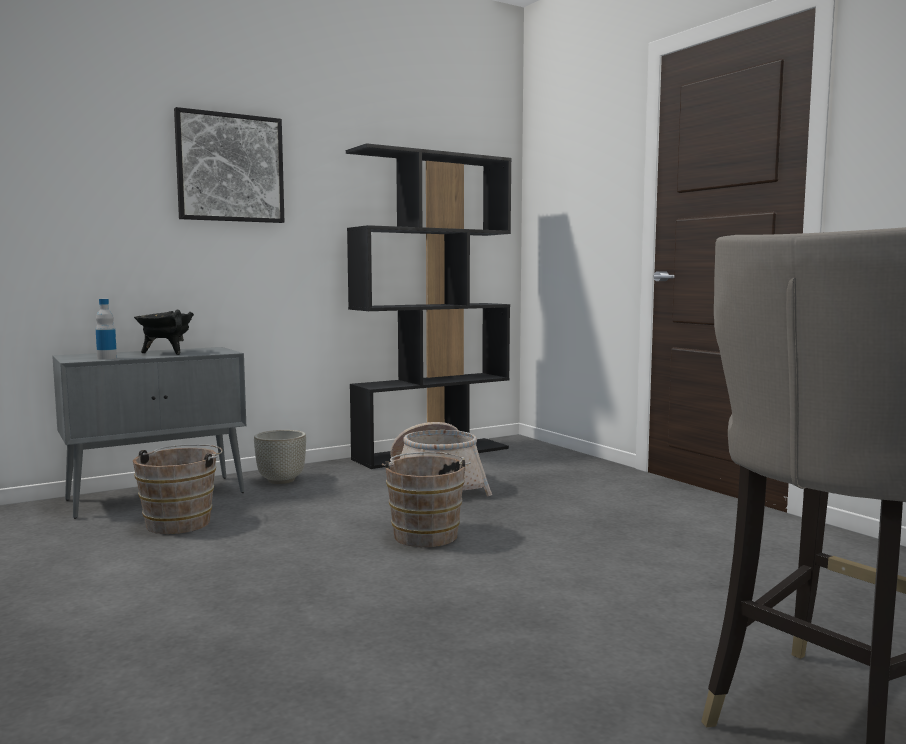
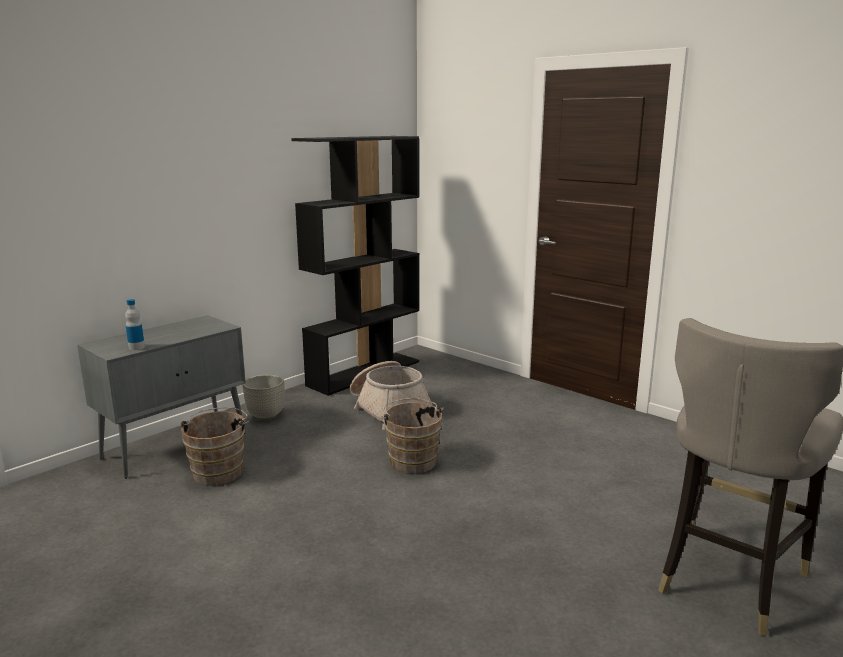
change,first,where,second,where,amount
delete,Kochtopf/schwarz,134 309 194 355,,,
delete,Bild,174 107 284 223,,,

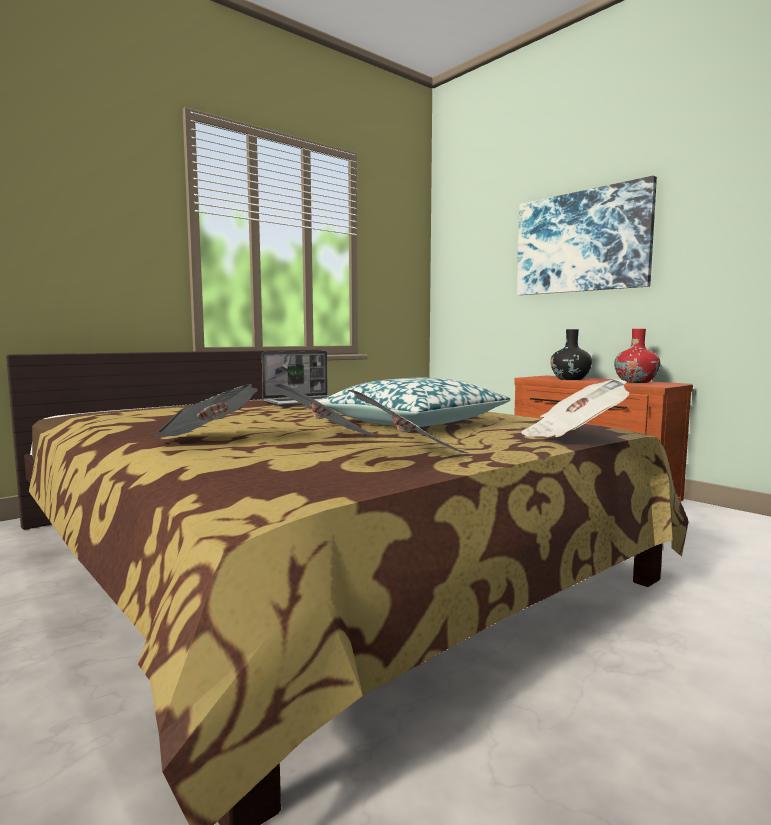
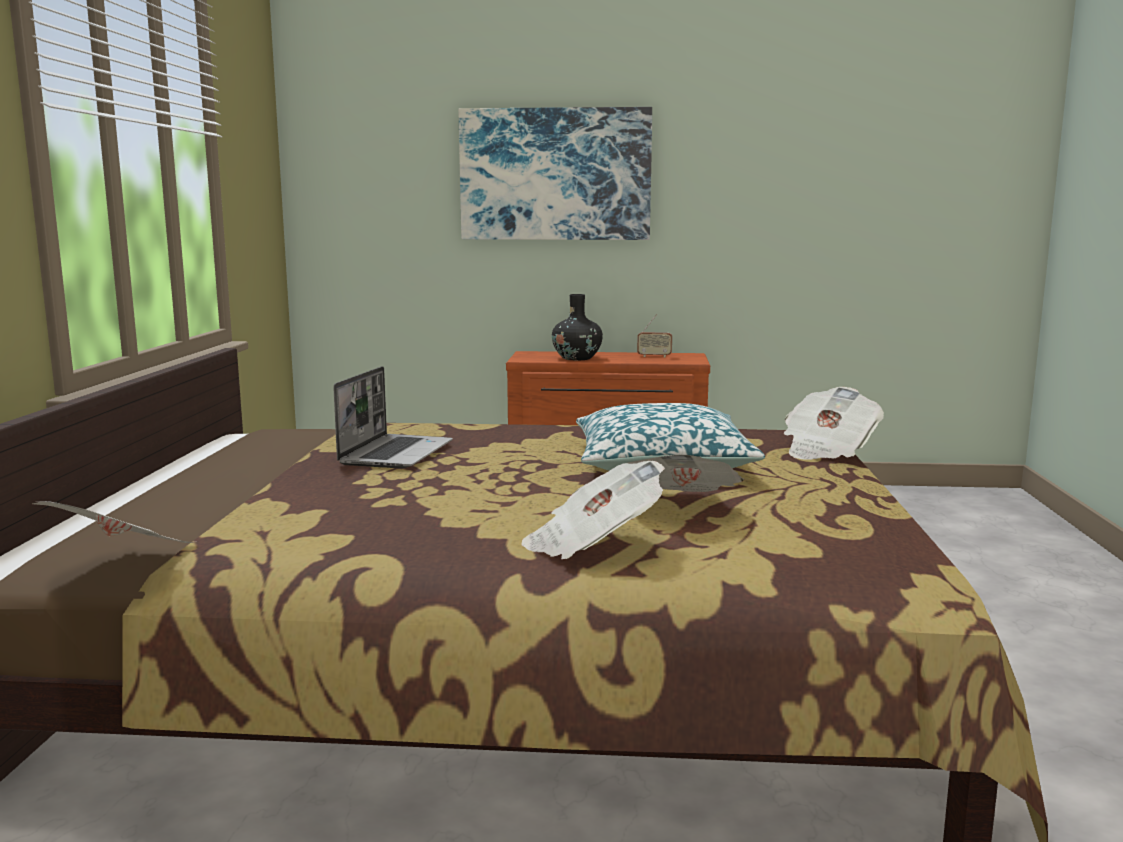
change,first,where,second,where,amount
move,Zeitung,348 390 468 453,,32 501 194 543,
replace,Vase/rot,614 329 660 383,Radio,637 315 672 358,

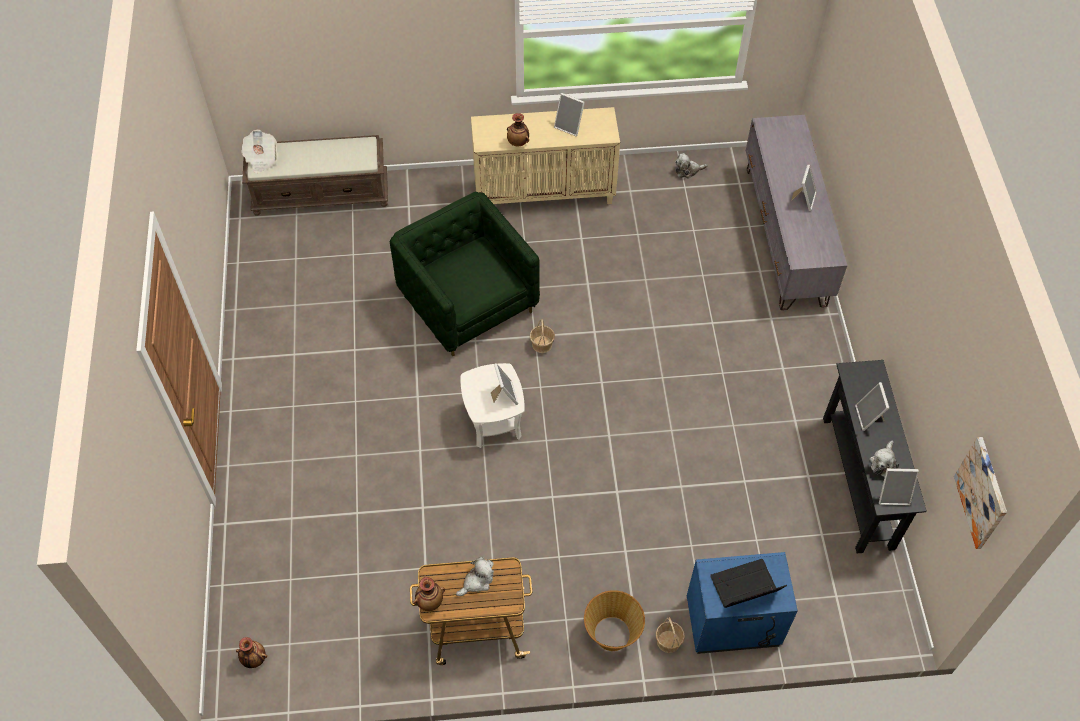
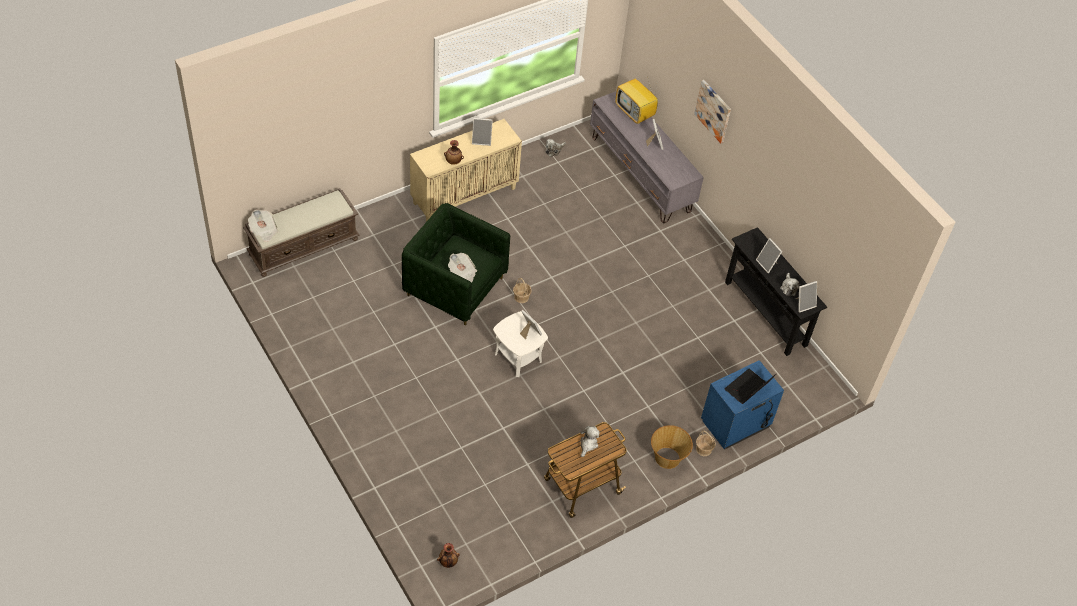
change,first,where,second,where,amount
delete,Vase,413 577 445 611,,,
move,Bild,954 437 1007 549,,694 80 731 143,
insert,,,Zeitung,448 253 477 283,
insert,,,Fernseher,616 79 658 124,

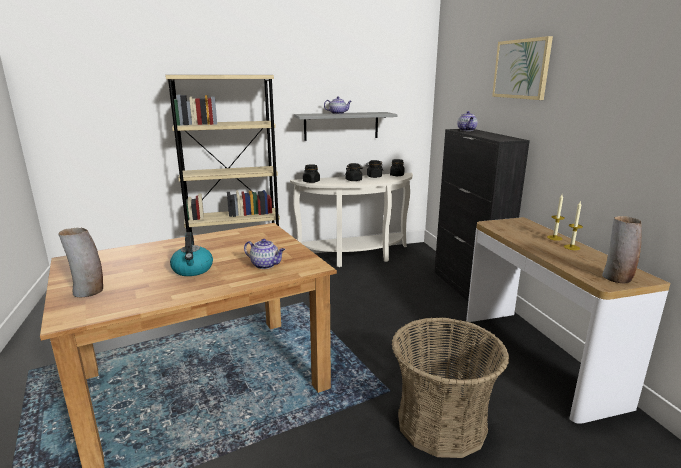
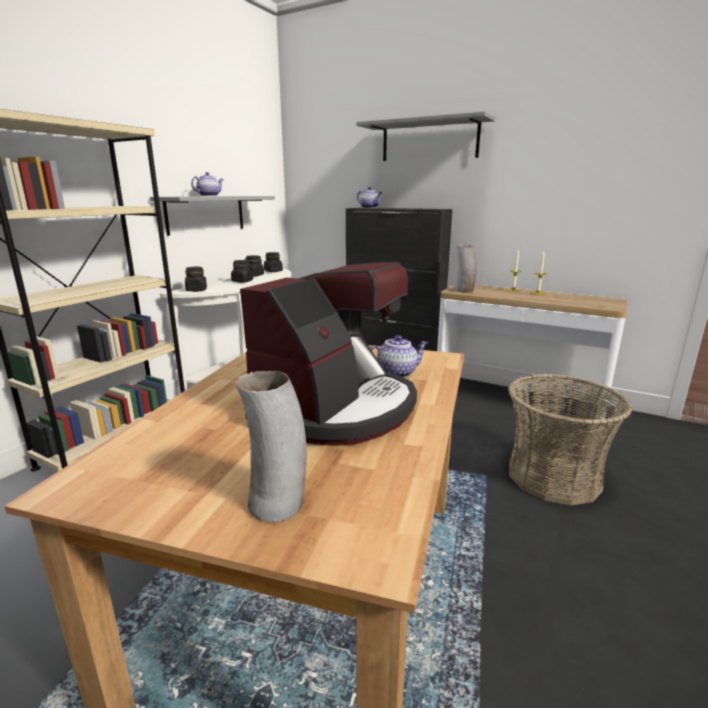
change,first,where,second,where,amount
replace,Wasserkessel,170 232 213 276,Kaffeemaschine,240 262 417 446,
replace,Bild,492 36 553 100,Wandregal/grau,356 111 495 161,
move,Vase,602 216 642 283,,454 245 476 293,

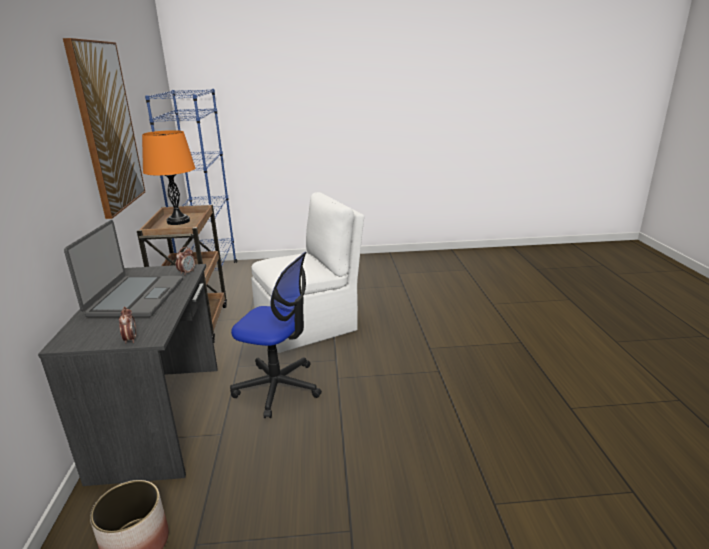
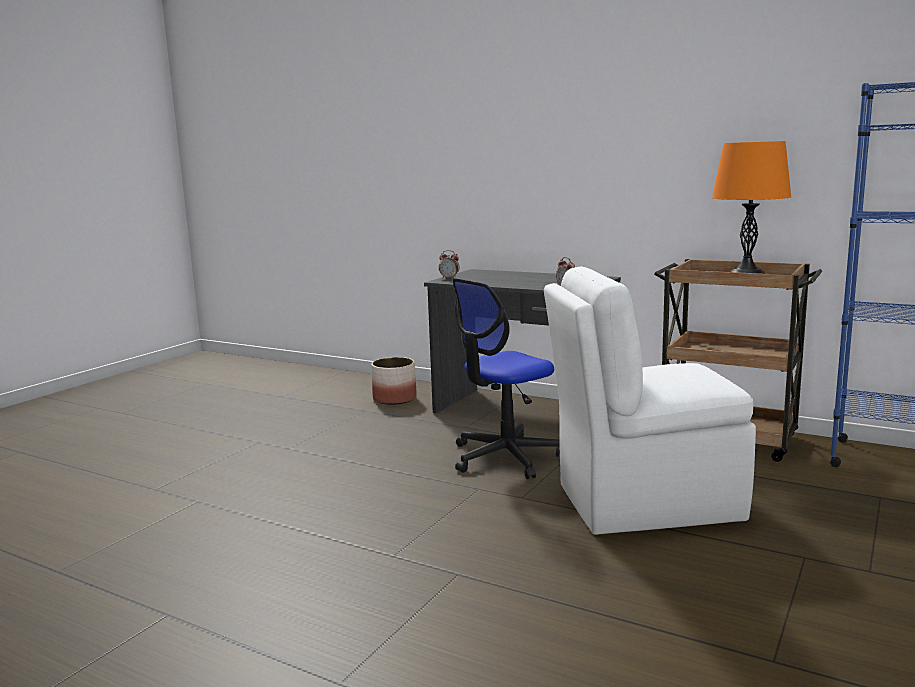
change,first,where,second,where,amount
delete,Bild,63 38 145 219,,,
delete,Laptop,64 220 183 317,,,
rotate,Stuhl/weiß,251 192 364 353,,544 266 756 535,75 degrees clockwise

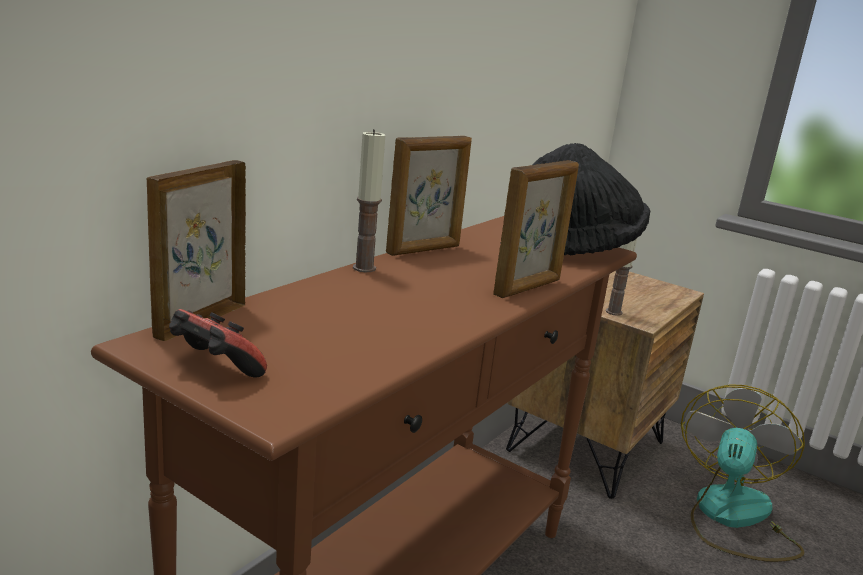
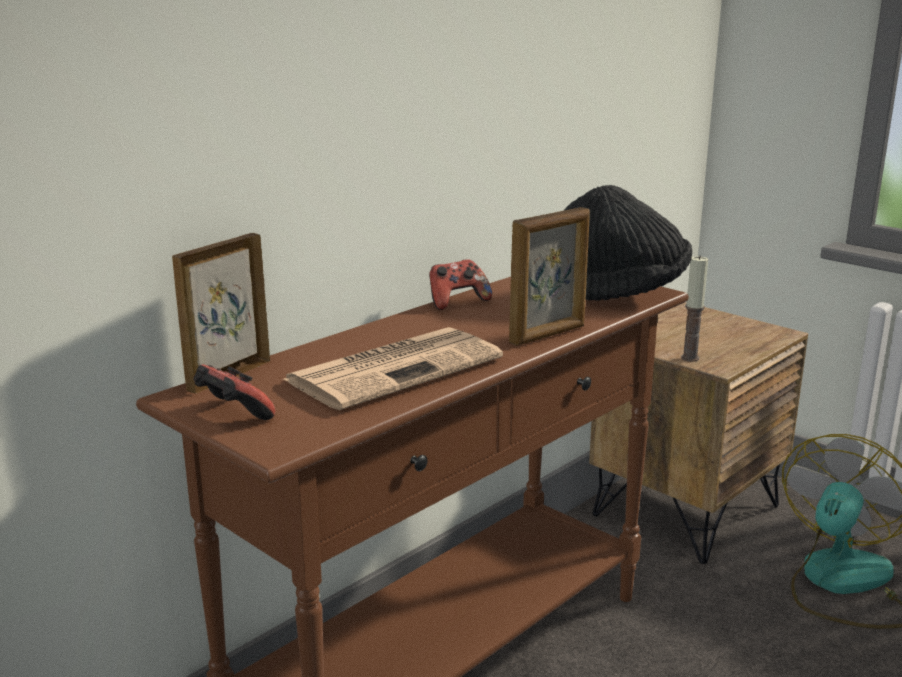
change,first,where,second,where,amount
delete,Kerze,353 129 385 272,,,
replace,Bilderrahmen,386 136 472 256,Gamepad,429 259 492 310,
insert,,,Zeitung,284 327 503 410,

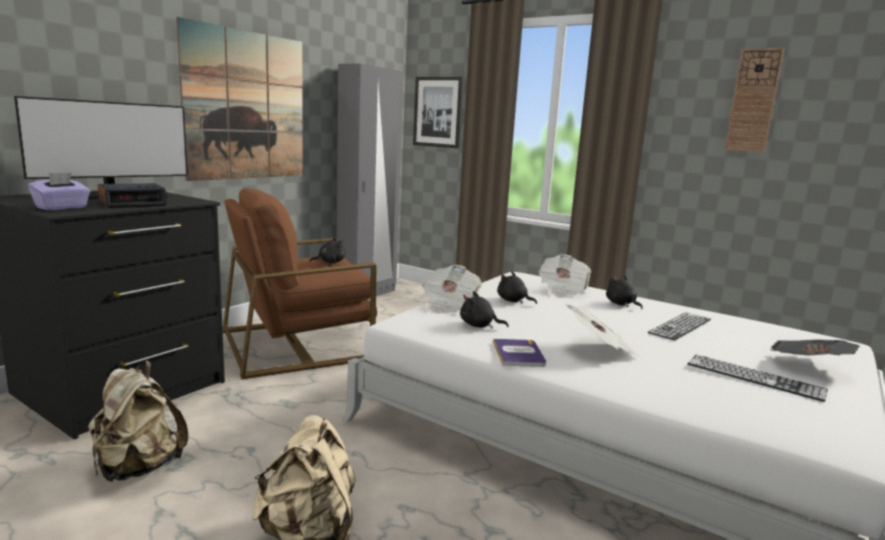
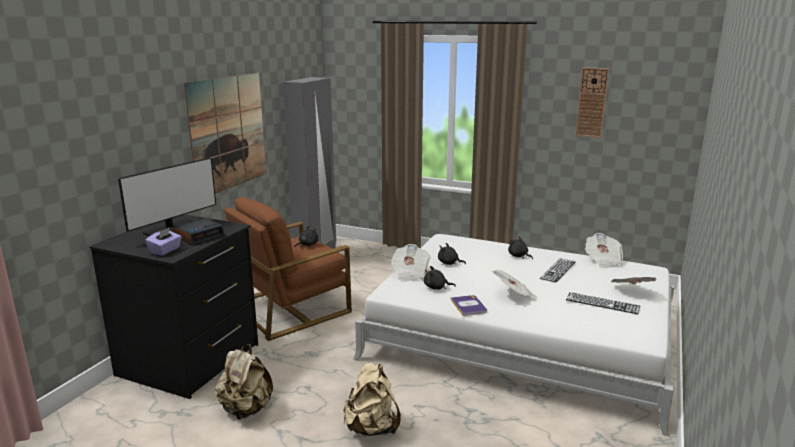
change,first,where,second,where,amount
delete,Bild,413 77 463 148,,,
move,Zeitung,538 254 591 297,,585 233 623 269,

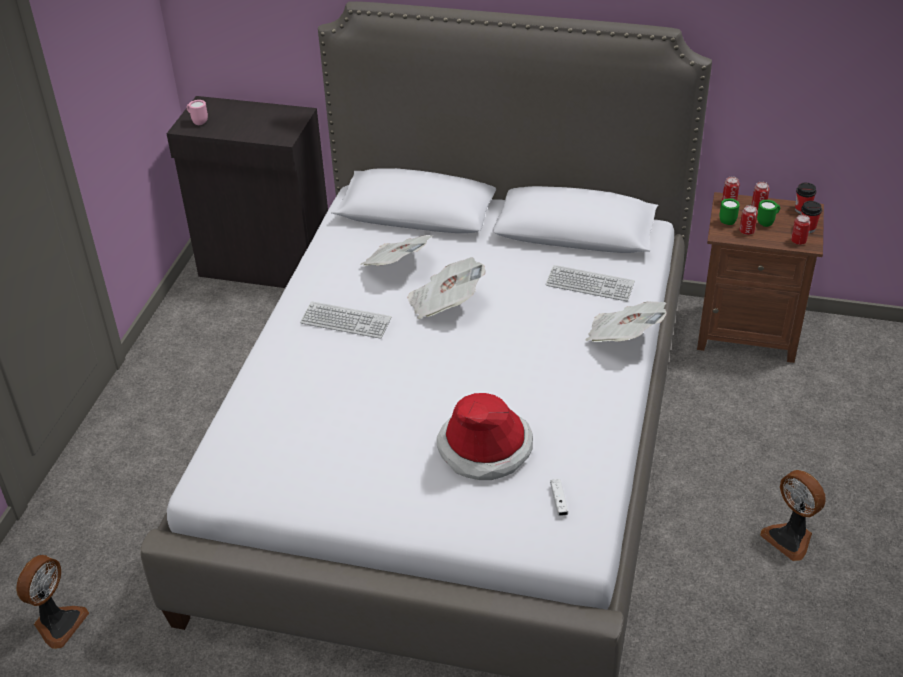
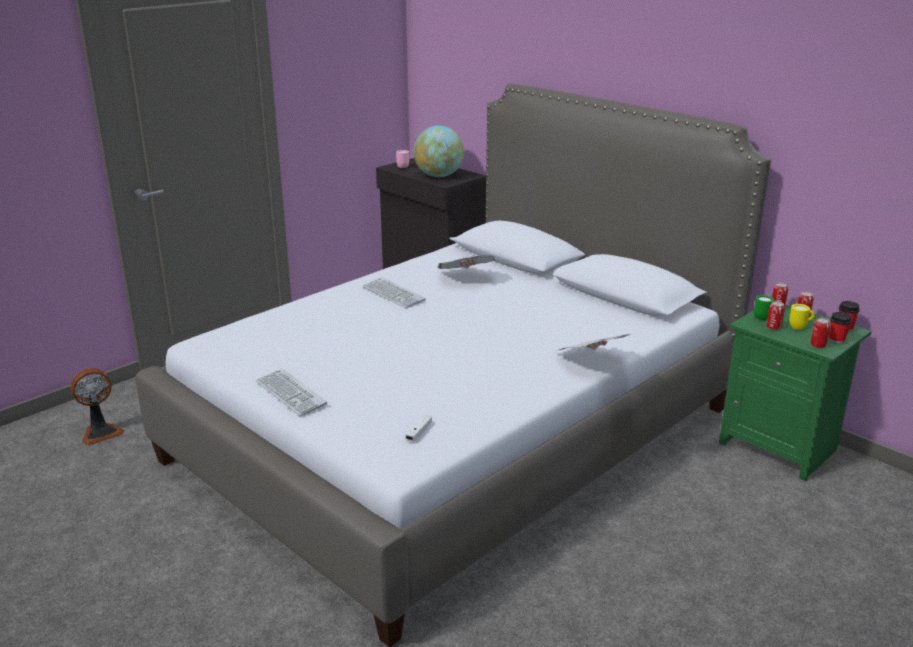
change,first,where,second,where,amount
delete,Zeitung,407 257 486 319,,,
delete,Hut,437 393 533 480,,,
move,Tastatur,546 265 635 301,,256 368 327 416,
recolor,Nachttisch/braun,697 192 824 363,Nachttisch/grün,719 304 872 481,
recolor,Henkelbecher/grün,757 200 780 227,Henkelbecher/gelb,789 304 815 330,
delete,Ventilator,760 470 826 561,,,
insert,,,Globus,414 126 464 177,

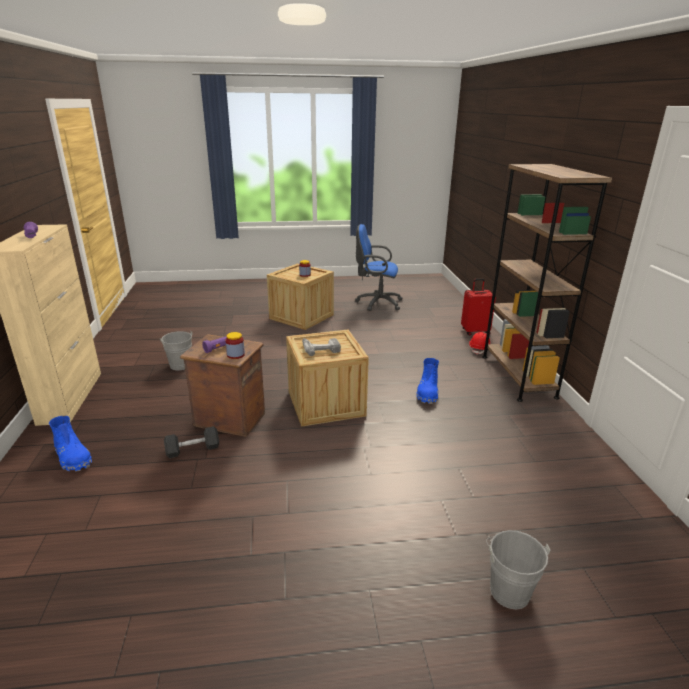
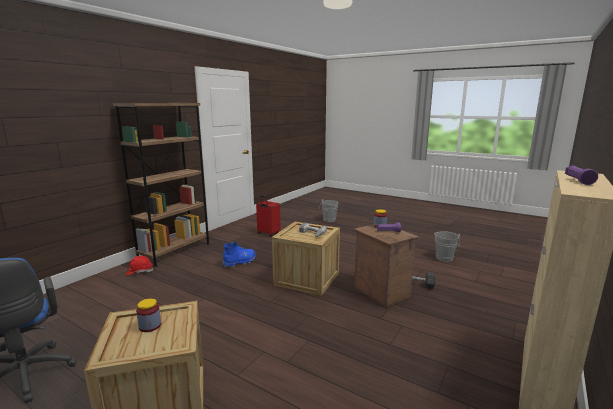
change,first,where,second,where,amount
delete,Stiefel/blau,49 416 92 472,,,
move,Eimer/grau,160 331 192 370,,434 231 460 261,
move,Koffer/rot,461 279 496 335,,256 195 281 237,

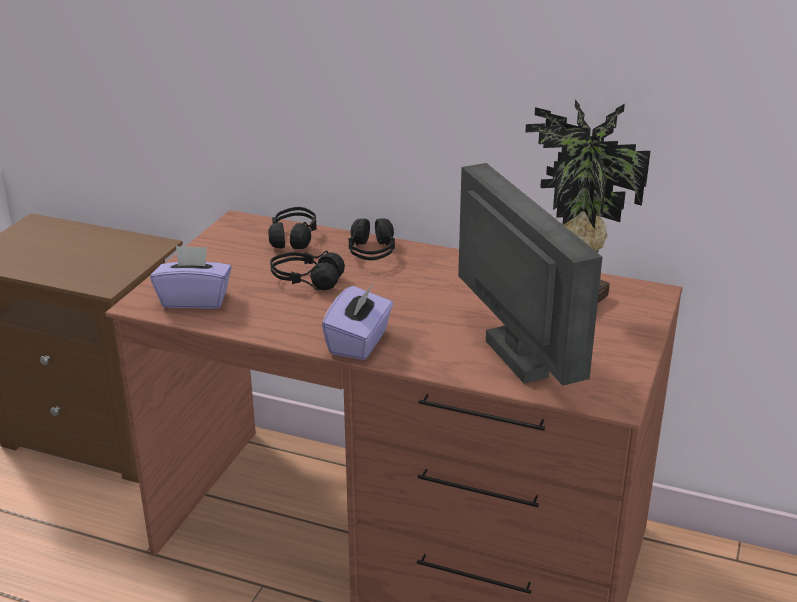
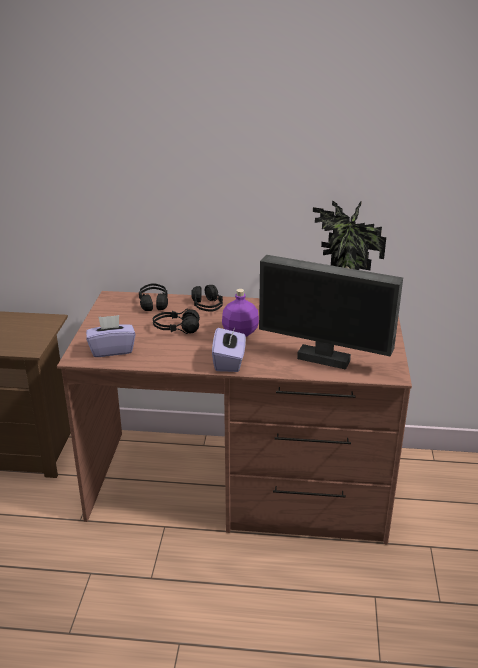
change,first,where,second,where,amount
rotate,Monitor,458 163 602 386,,259 255 403 370,150 degrees clockwise
insert,,,Flasche/lila,222 289 259 337,

